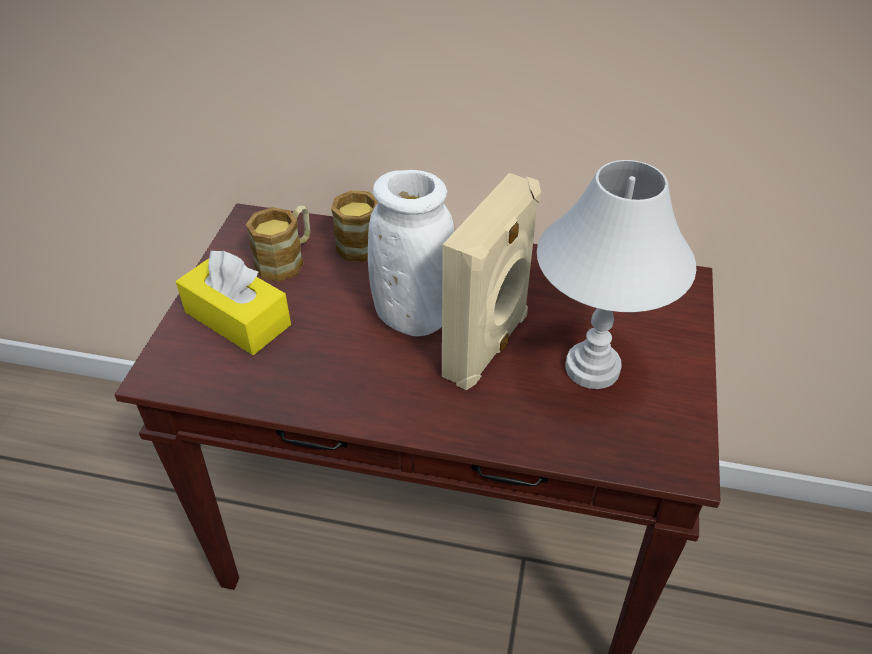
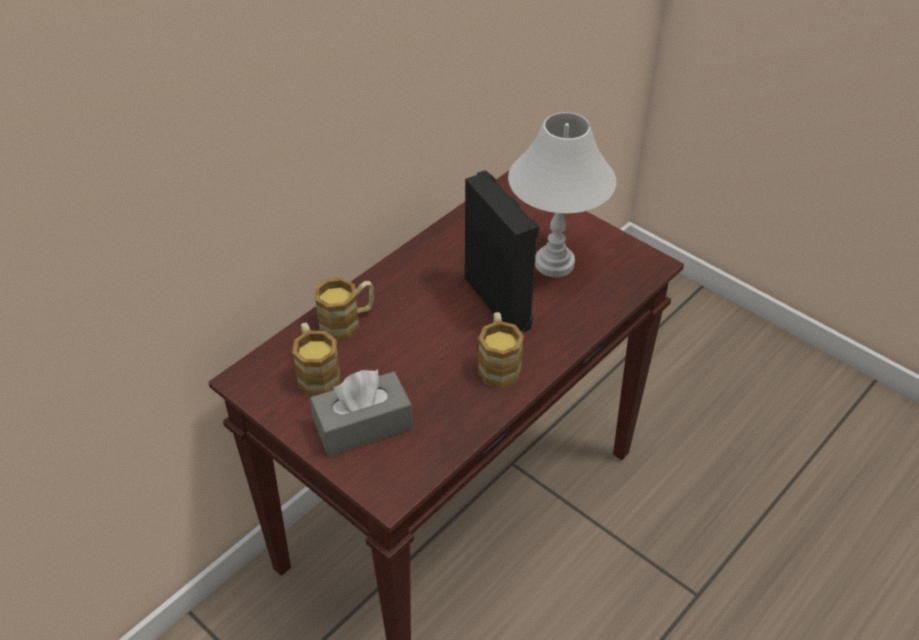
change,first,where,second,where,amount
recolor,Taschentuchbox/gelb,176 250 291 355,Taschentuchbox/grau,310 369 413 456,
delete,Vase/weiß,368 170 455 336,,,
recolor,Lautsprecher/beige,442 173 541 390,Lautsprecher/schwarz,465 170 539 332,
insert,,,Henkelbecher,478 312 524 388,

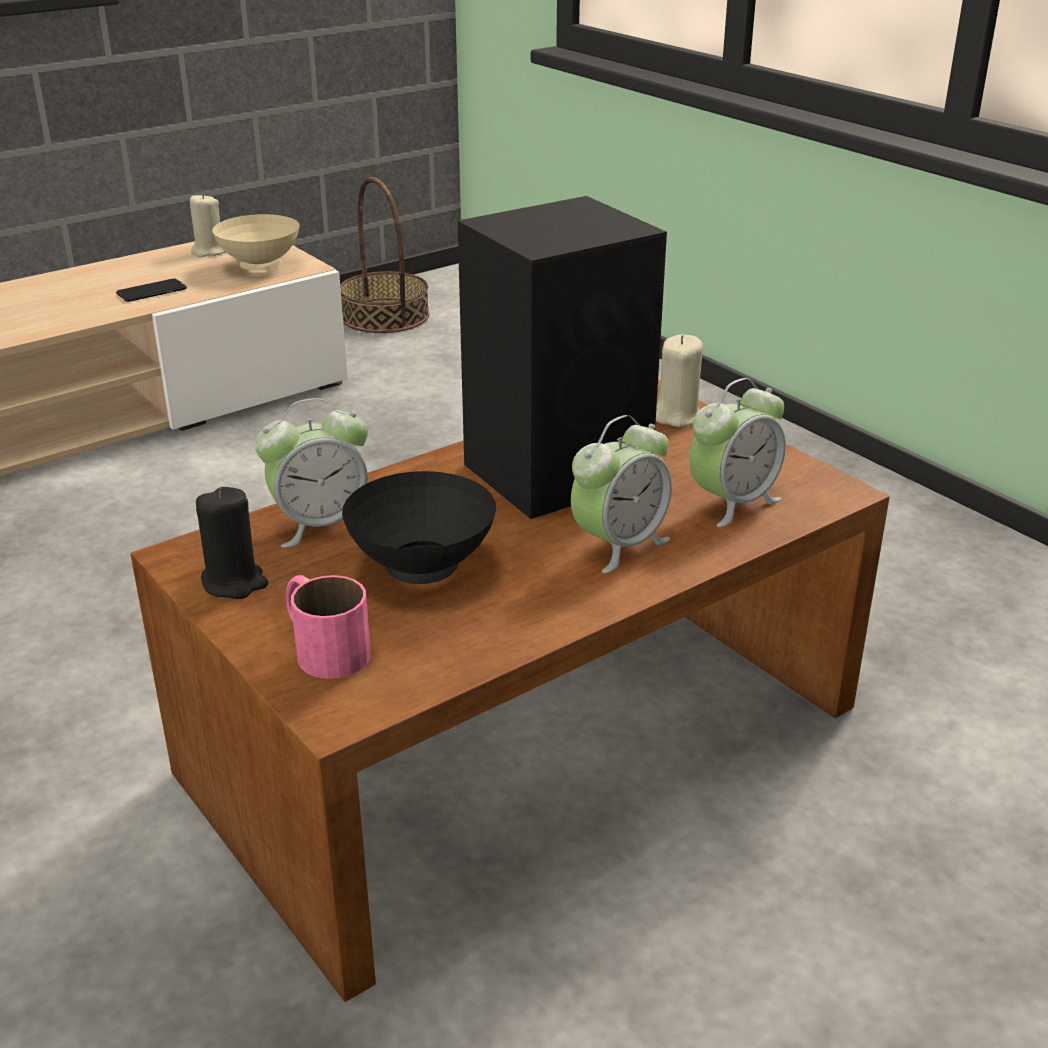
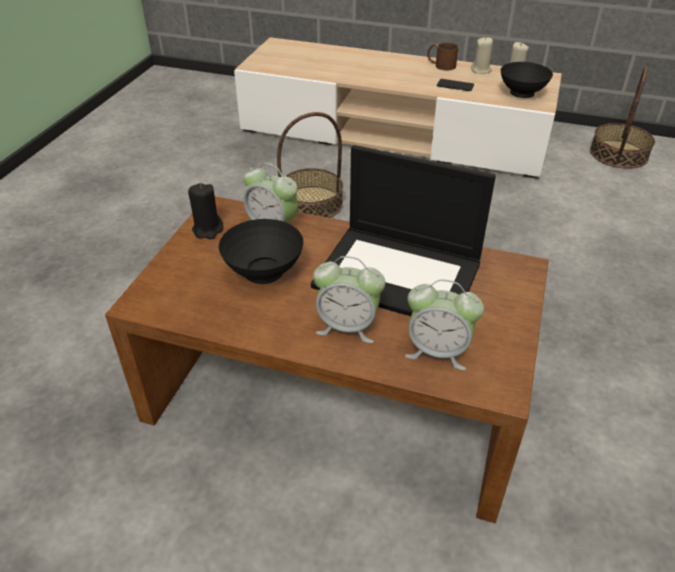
change,first,where,second,where,amount
recolor,Schüssel/beige,212 214 300 270,Schüssel/schwarz,501 62 553 98,
delete,Henkelbecher/rosa,286 575 371 679,,,
replace,Lautsprecher/schwarz,458 196 667 519,Laptop,311 145 496 316,
move,Kerze/beige,656 335 703 427,,471 37 493 74,
insert,,,Korb,277 112 343 218,
insert,,,Henkelbecher/braun,427 42 459 70,

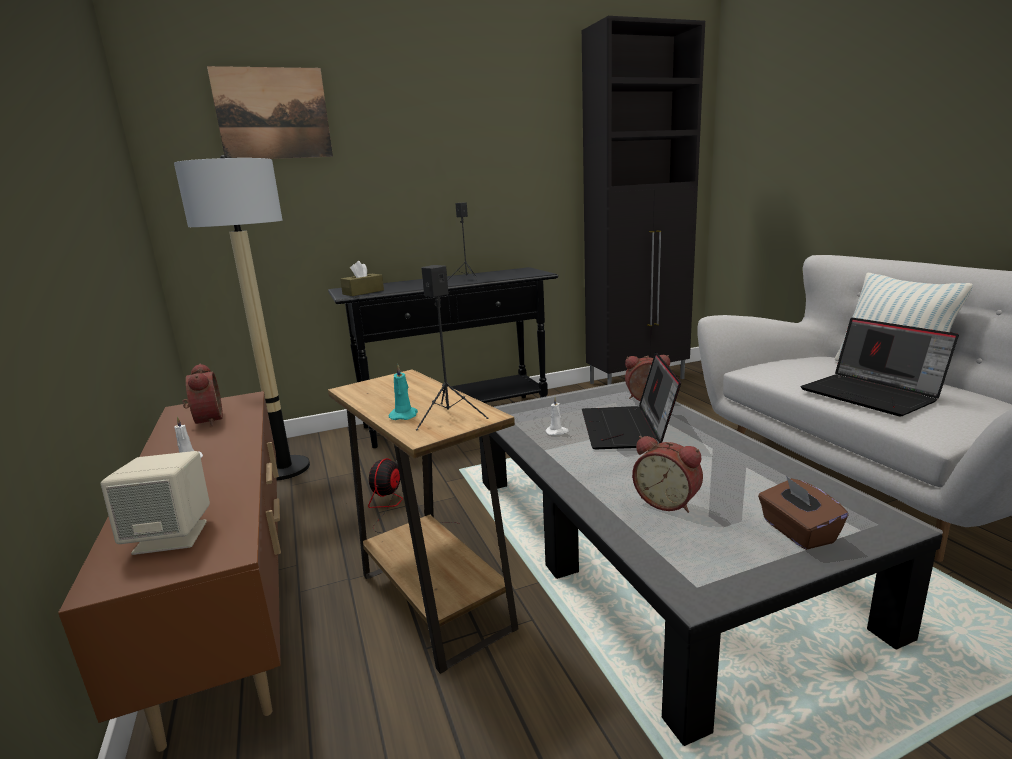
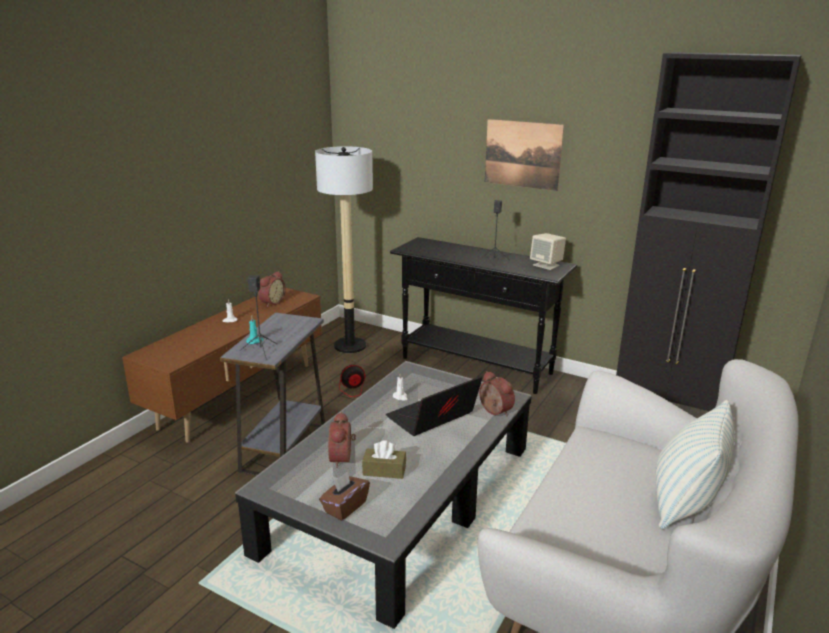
change,first,where,second,where,amount
move,Lautsprecher/beige,101 451 210 555,,530 233 566 270,
move,Bild,207 66 333 159,,485 119 564 191,
recolor,Beistelltisch/braun,328 369 519 674,Beistelltisch/grau,220 313 325 475,
move,Taschentuchbox/braun,340 261 384 296,,362 440 406 479,
delete,Laptop,801 318 959 416,,,

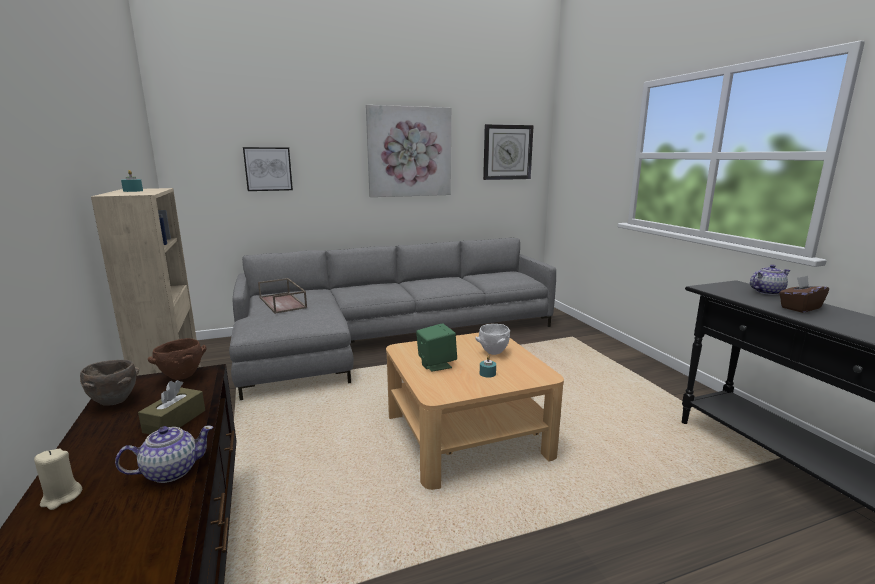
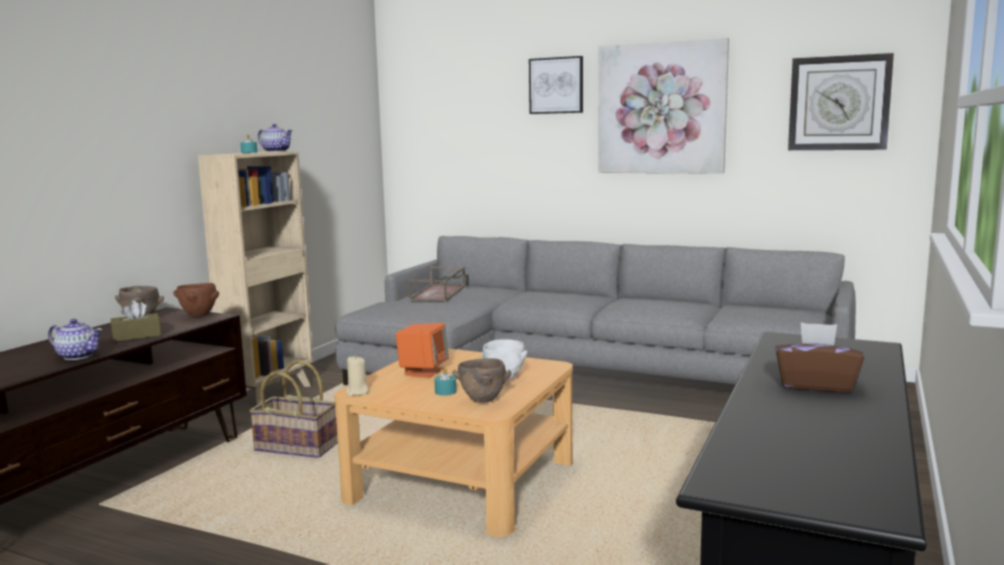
change,first,where,second,where,amount
move,Kerze/beige,34 449 82 510,,346 355 370 396,
move,Bild,243 147 293 191,,529 56 583 114,
recolor,Lautsprecher/grün,416 323 457 372,Lautsprecher/orange,395 323 449 378,
move,Teekanne,750 264 791 295,,257 124 293 152,
insert,,,Korb,249 360 338 458,
insert,,,Schüssel/braun,452 358 511 403,

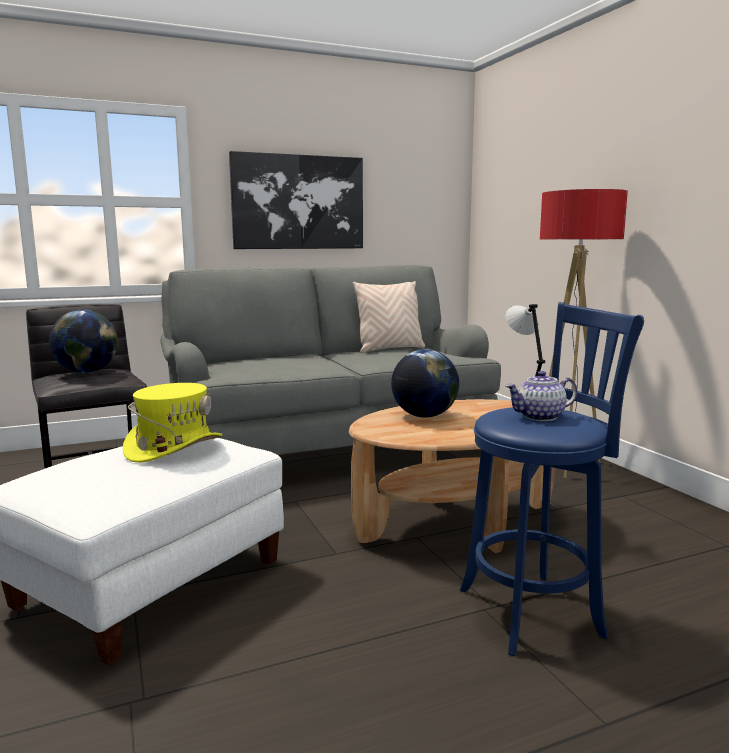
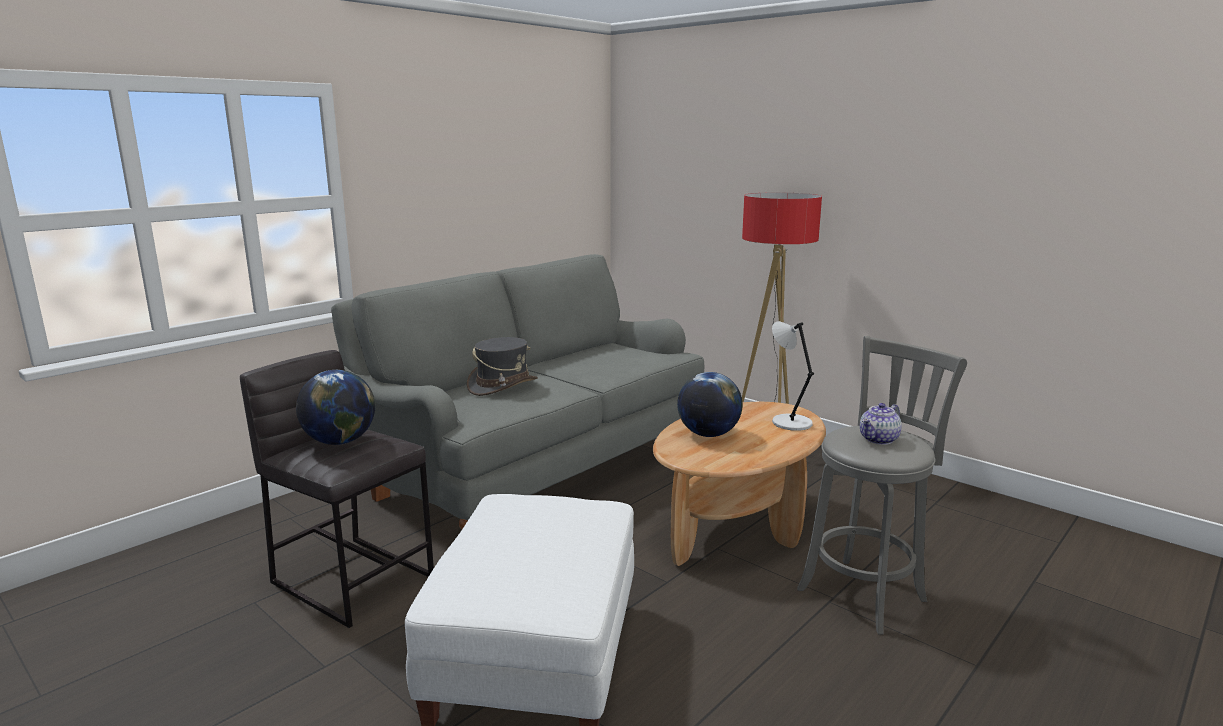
change,first,where,second,where,amount
delete,Hut/gelb,122 383 222 463,,,
delete,Bild,229 151 363 249,,,
delete,Kissen/beige,353 281 425 353,,,
recolor,Hocker/blau,460 302 644 656,Hocker/grau,797 336 967 635,
insert,,,Hut/grau,467 337 538 396,

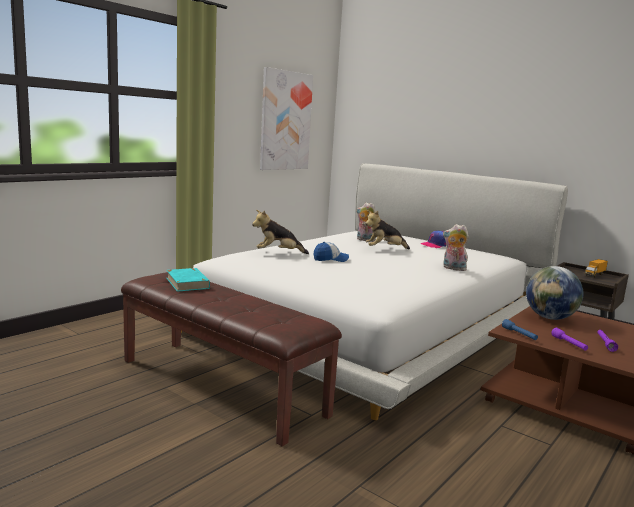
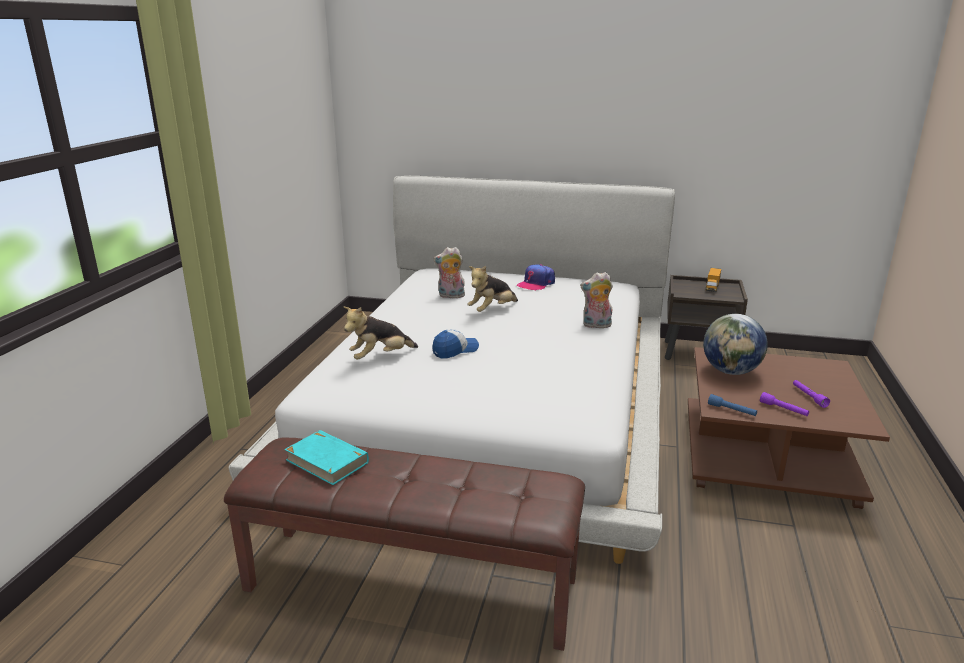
change,first,where,second,where,amount
delete,Bild,260 67 313 170,,,

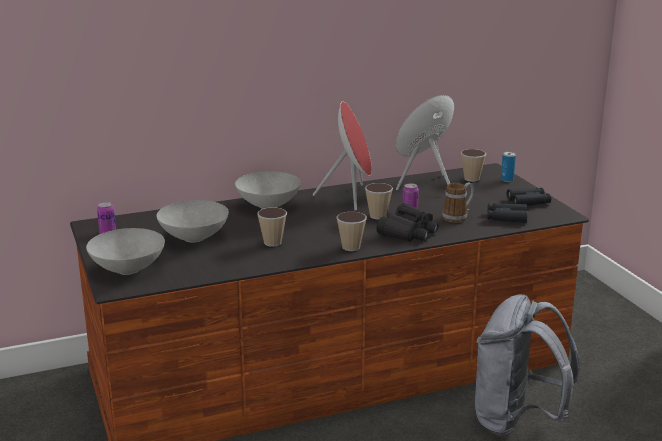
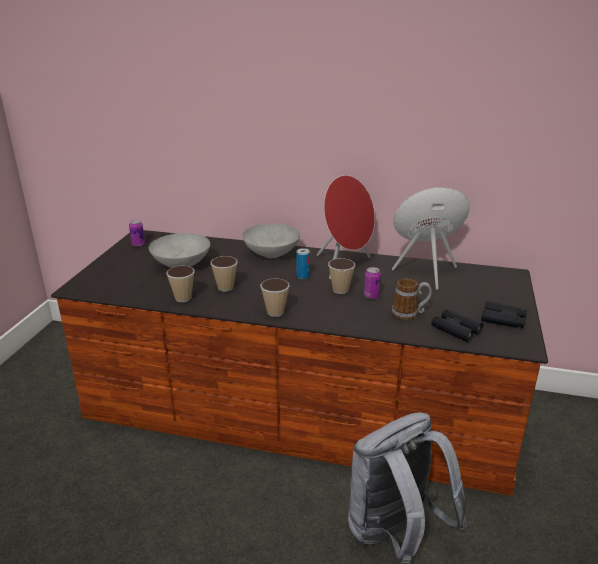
change,first,where,second,where,amount
delete,Schüssel/grau,86 228 165 275,,,
delete,Fernglas/schwarz,376 203 439 242,,,
move,Tasse,461 149 486 182,,166 266 195 302,
move,Dose,501 152 516 182,,296 248 310 279,

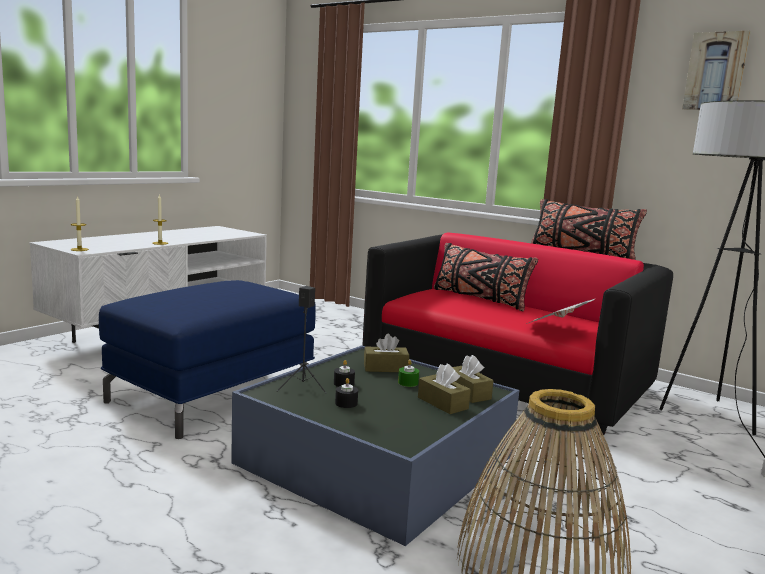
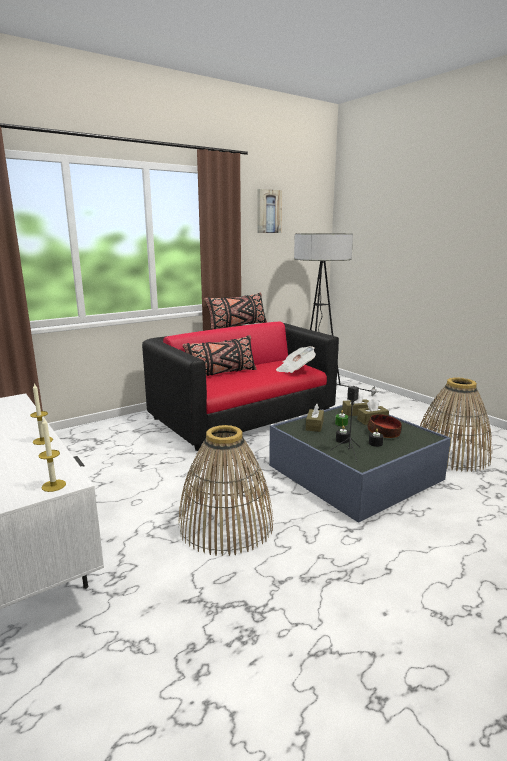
change,first,where,second,where,amount
replace,Polsterhocker/blau,99 280 316 439,Korb,178 425 274 556,
insert,,,Schüssel,368 414 402 438,

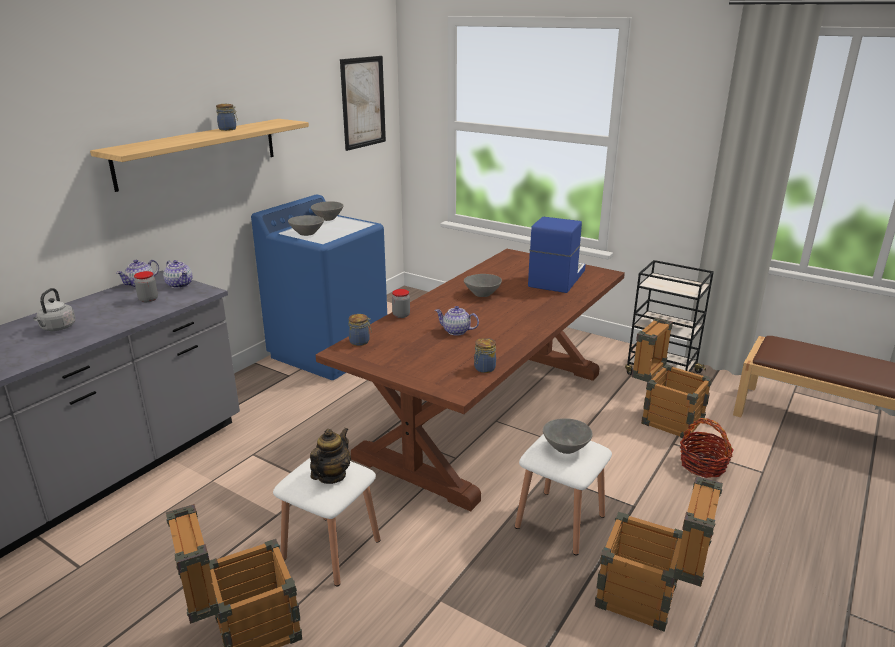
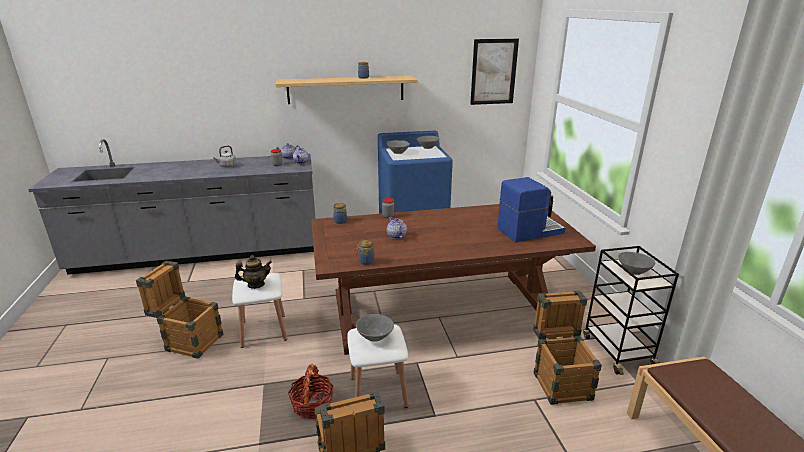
change,first,where,second,where,amount
move,Schüssel/grau,464 274 502 297,,618 252 655 275,
move,Korb,680 418 734 478,,288 364 333 419,

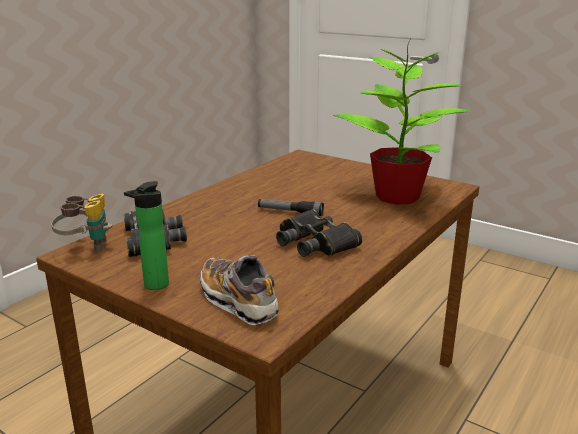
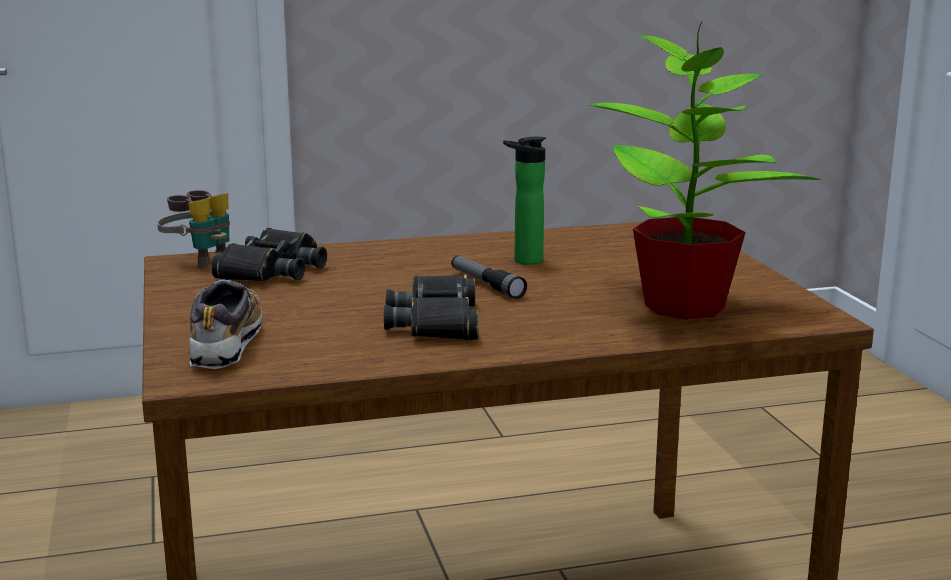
change,first,where,second,where,amount
move,Flasche,124 181 169 290,,503 136 546 265,

